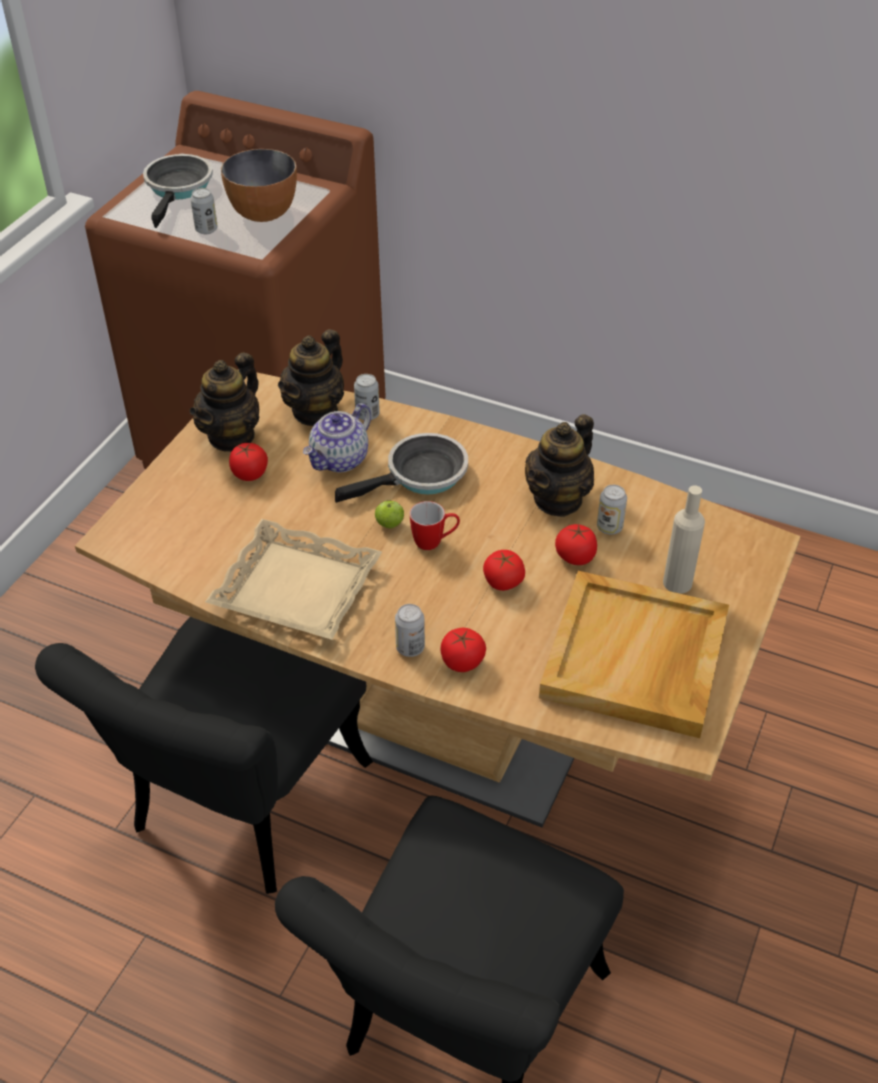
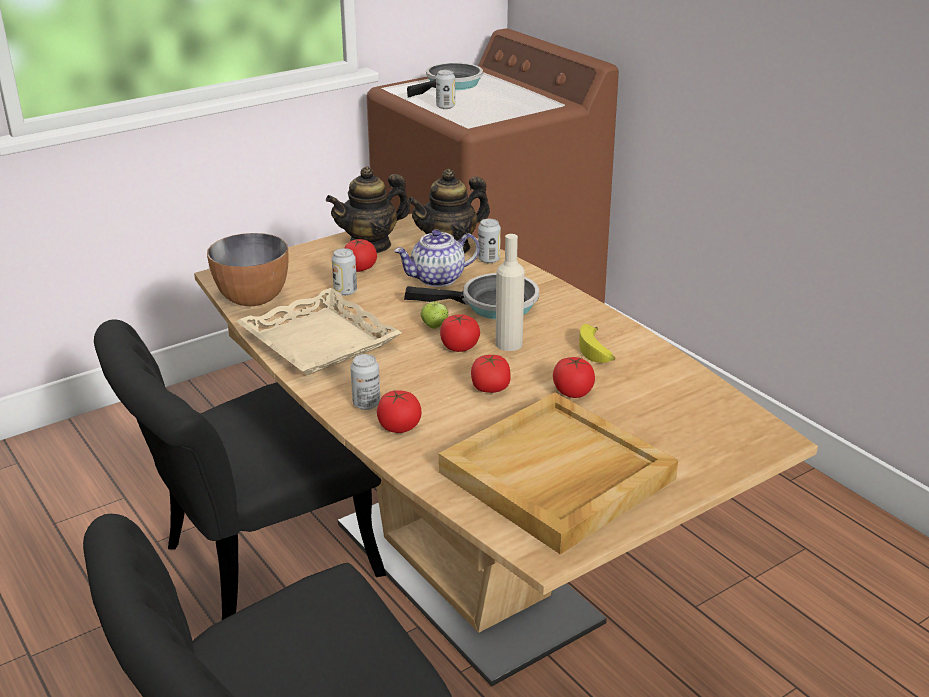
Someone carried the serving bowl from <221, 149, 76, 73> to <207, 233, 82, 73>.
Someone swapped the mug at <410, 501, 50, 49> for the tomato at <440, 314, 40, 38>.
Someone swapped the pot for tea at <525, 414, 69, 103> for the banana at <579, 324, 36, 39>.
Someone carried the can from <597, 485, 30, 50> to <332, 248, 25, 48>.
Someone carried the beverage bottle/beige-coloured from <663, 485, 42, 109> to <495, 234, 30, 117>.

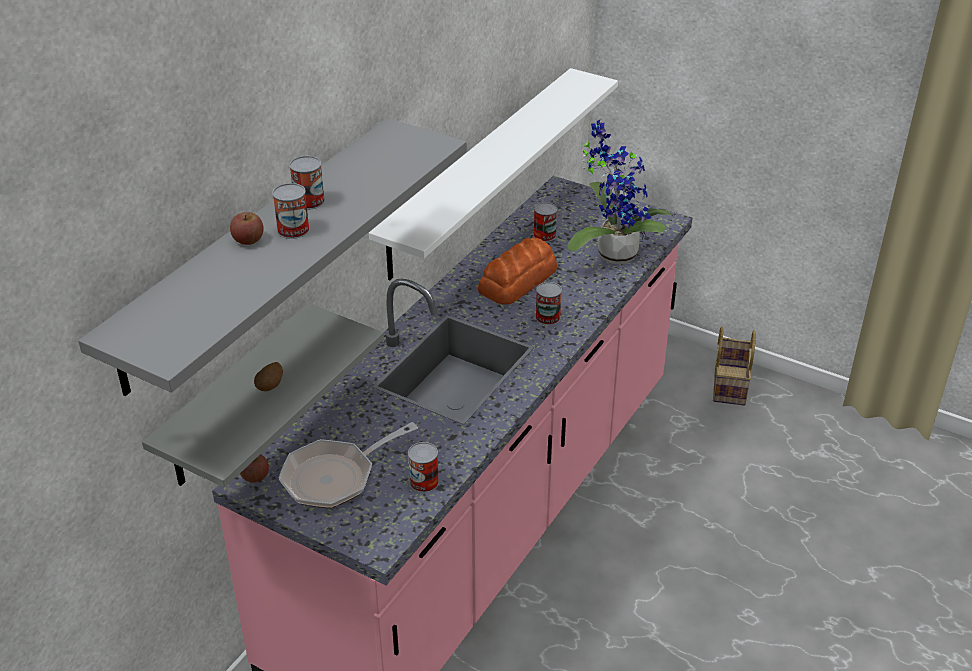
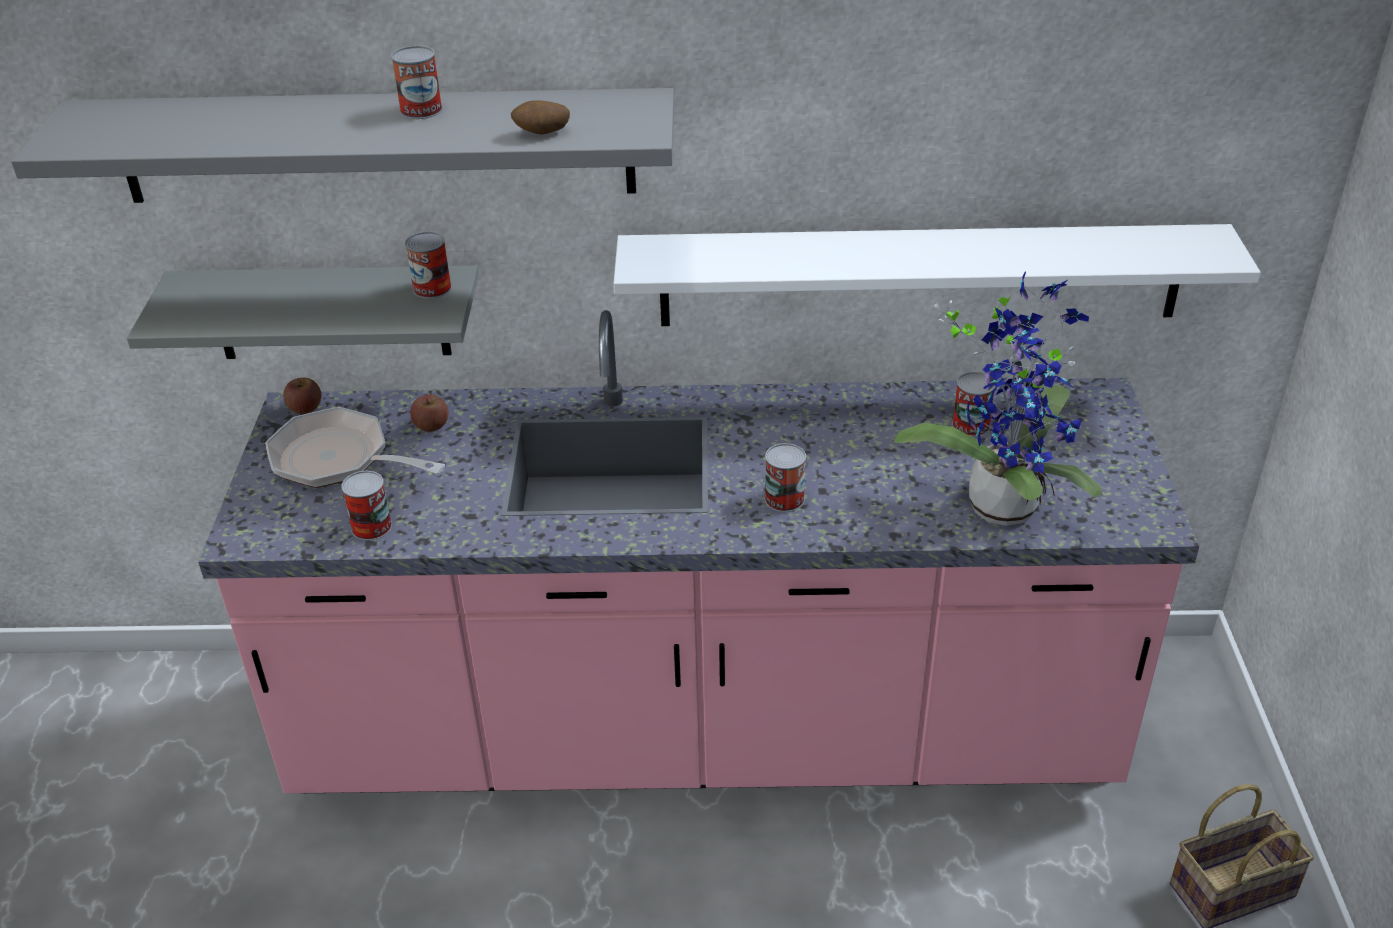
Someone carried the whole apple from <230, 212, 34, 33> to <410, 395, 39, 37>.
Someone carried the whole potato from <254, 362, 29, 29> to <511, 100, 59, 35>.
Someone carried the can from <272, 183, 38, 56> to <405, 231, 47, 68>.
Someone took away the bread at <478, 237, 79, 68>.

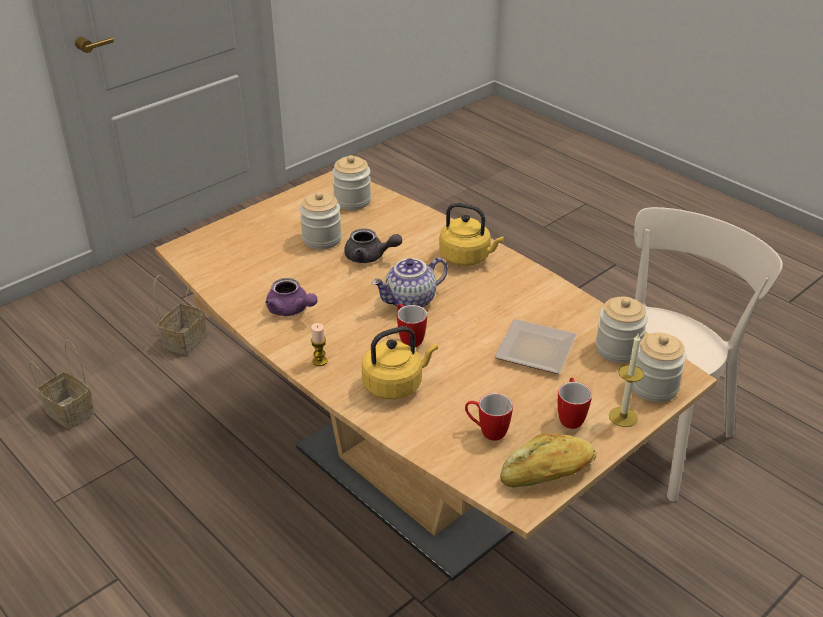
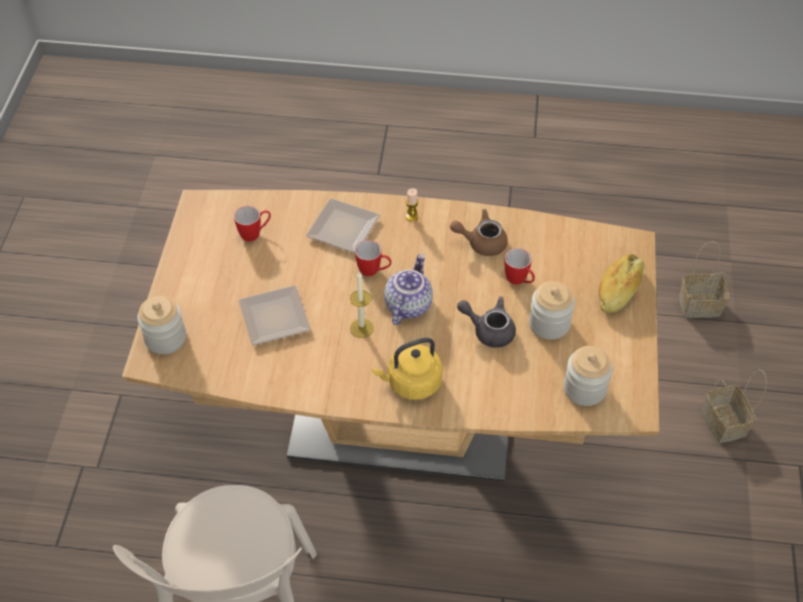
Someone repainted the pot for tea/purple at <265, 278, 53, 38>, which became the pot for tea/brown at <450, 209, 58, 47>.
Someone rotated the pot for tea/greyish at <344, 228, 58, 35> by 45 degrees clockwise.
Someone swapped the tea kettle/yellowish at <362, 326, 76, 73> for the plate at <306, 198, 74, 55>.
Someone carried the bread from <500, 433, 96, 55> to <599, 254, 45, 59>.
Someone carried the mug from <558, 378, 34, 51> to <505, 248, 30, 37>.
Someone took away the preserve jar at <596, 297, 52, 66>.
Someone carried the wax light from <609, 333, 35, 94> to <350, 272, 24, 66>.

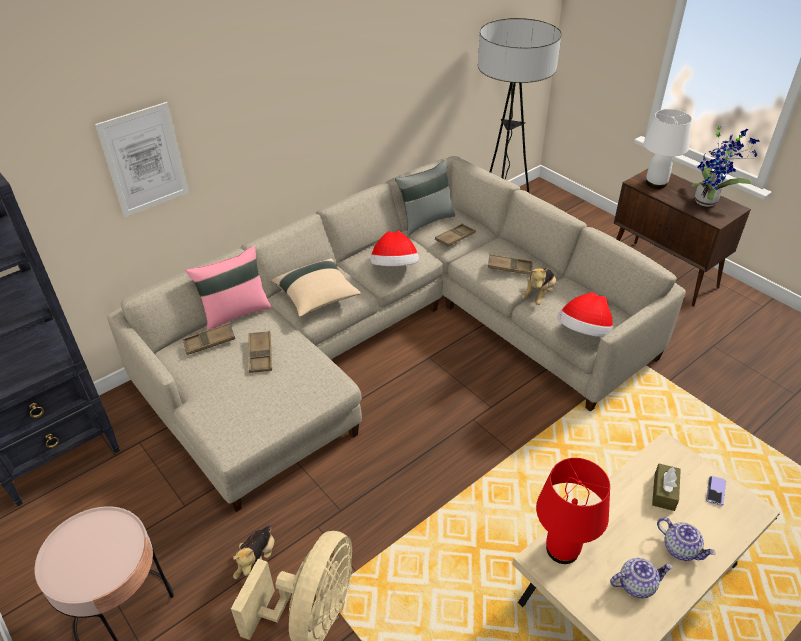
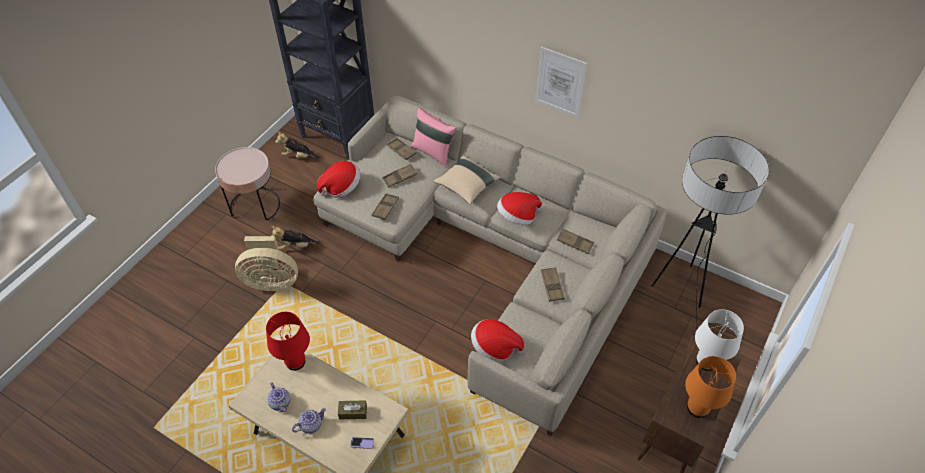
Someone carried the wall picture from <95, 102, 94, 115> to <535, 47, 52, 71>.
Someone took away the cushion/greyish at <395, 160, 60, 75>.
Someone carried the cuddly toy from <521, 268, 35, 37> to <275, 131, 45, 28>.
Someone rotated the pot for tea at <657, 517, 59, 44> by 150 degrees counterclockwise.
Someone swapped the houseplant at <691, 123, 68, 84> for the table lamp/orange at <685, 356, 51, 62>.
Someone put down the wearable hat at <317, 161, 43, 37>.
Someone put down the tray/brown at <372, 193, 27, 27>.

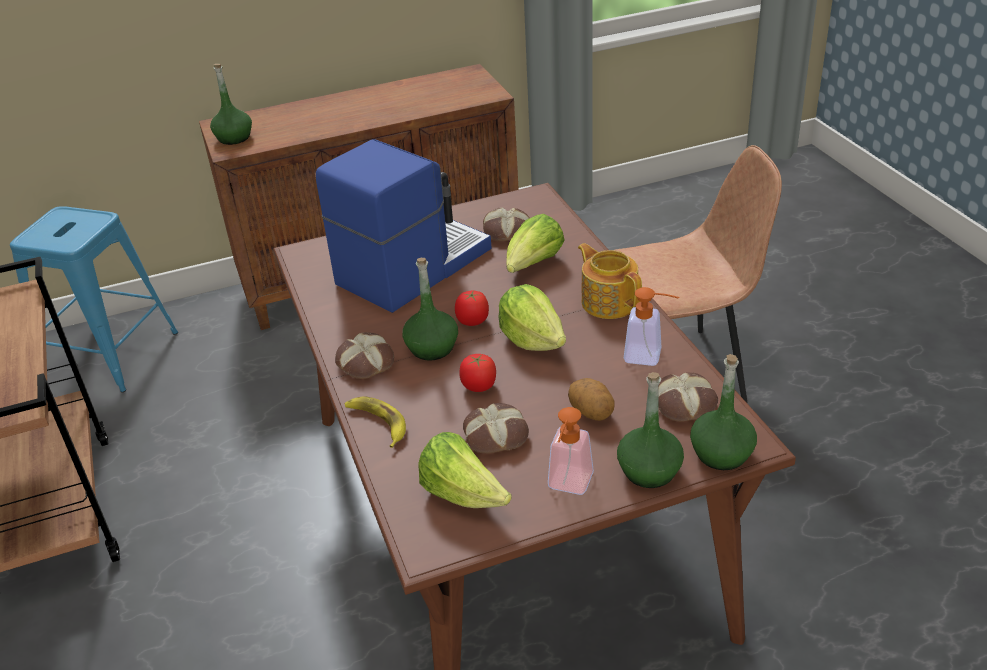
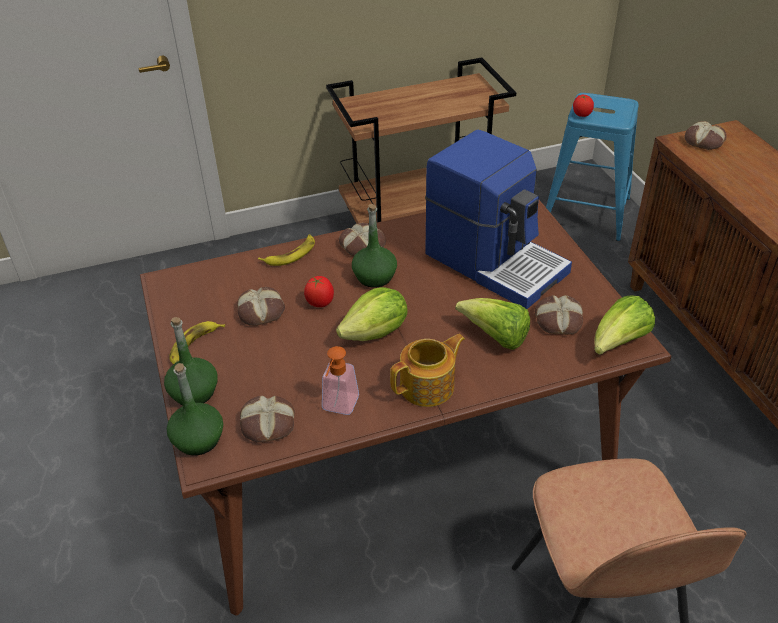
Someone swapped the beverage bottle/green-coloured at <210, 64, 42, 81> for the bread at <685, 121, 42, 29>.
Someone carried the head of lettuce from <418, 432, 94, 76> to <594, 295, 61, 60>.
Someone carried the tomato from <455, 290, 34, 36> to <573, 95, 21, 22>.
Someone swapped the soap dispenser at <548, 407, 46, 88> for the banana at <169, 321, 56, 43>.
Someone took away the whole potato at <568, 378, 47, 43>.

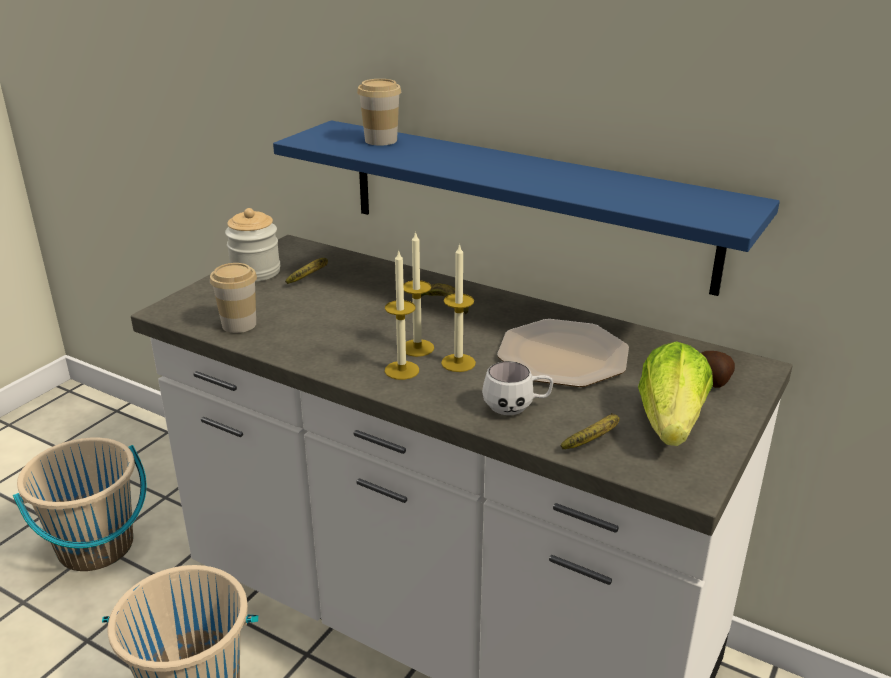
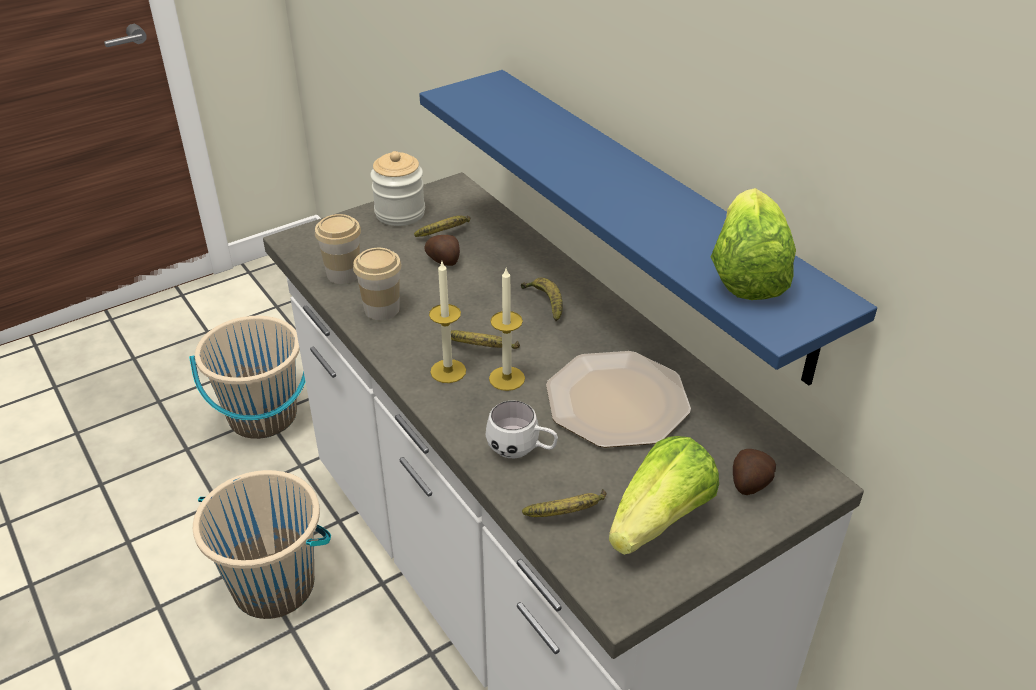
Someone carried the small cup from <357, 79, 44, 67> to <353, 248, 49, 72>.
Someone swapped the wax light at <404, 231, 30, 126> for the banana at <451, 330, 69, 19>.
Someone put down the whole potato at <424, 235, 36, 31>.
Someone put down the head of lettuce at <711, 188, 85, 112>.

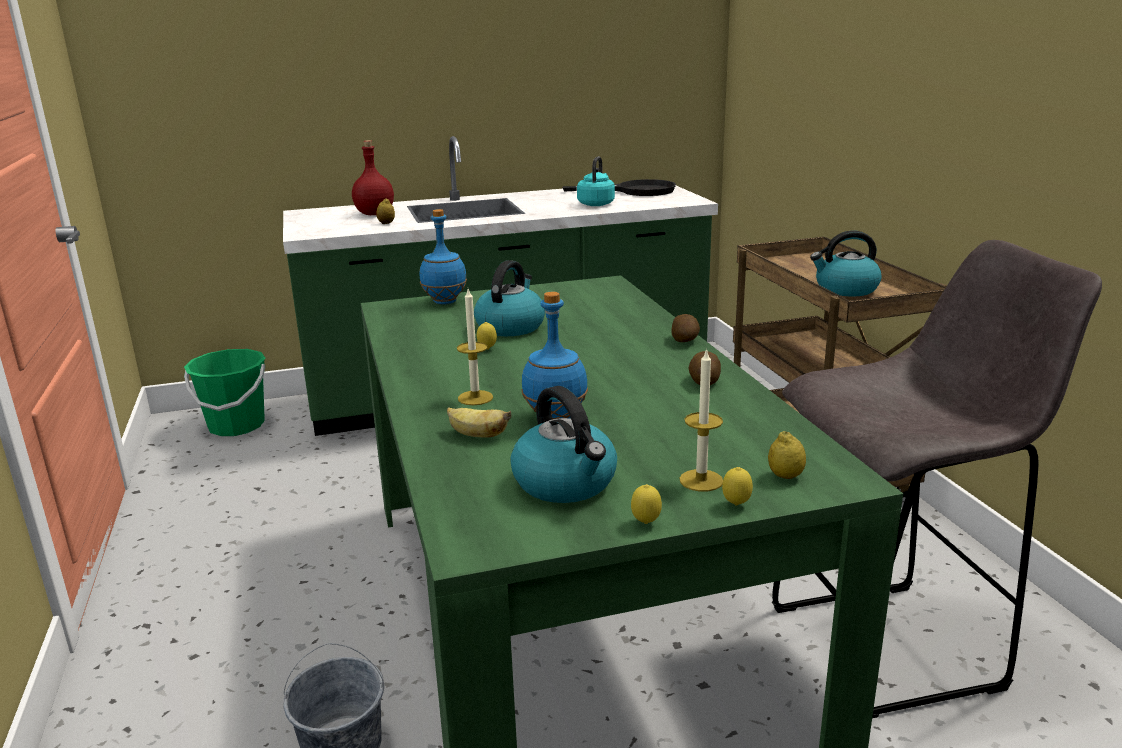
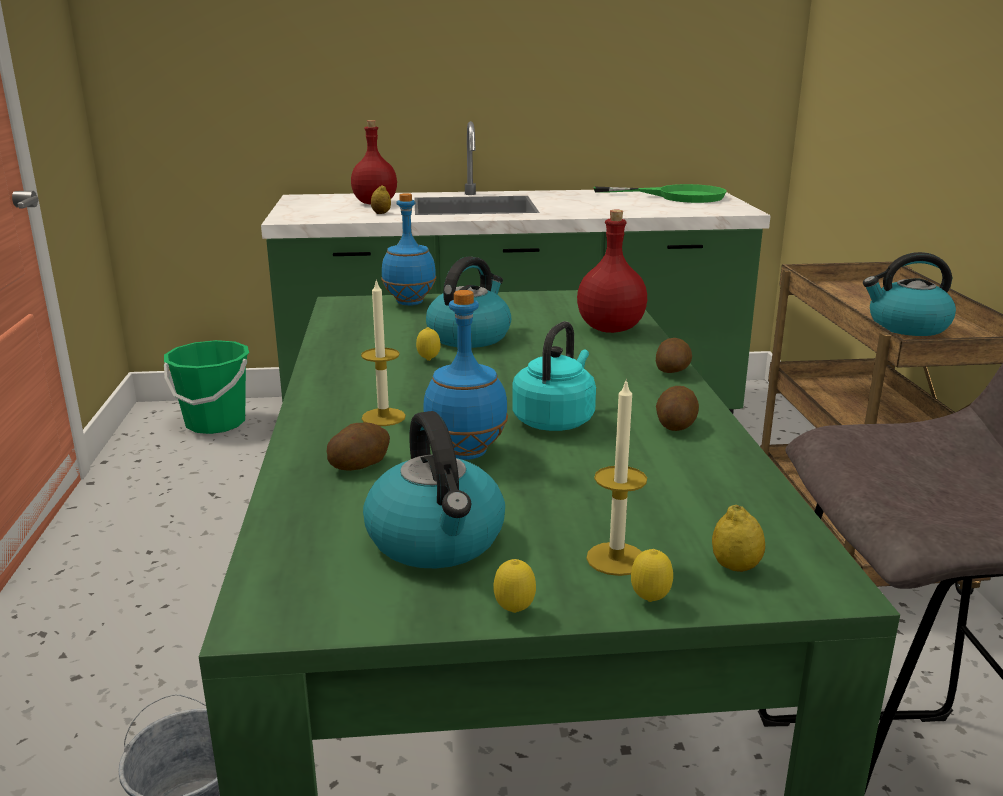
Someone swapped the banana at <447, 407, 64, 31> for the whole potato at <326, 423, 64, 48>.
Someone repainted the frying pan/blackish at <562, 179, 114, 17>, which became the frying pan/green-coloured at <593, 184, 134, 19>.
Someone carried the tea kettle/turquoise-coloured from <577, 156, 38, 50> to <512, 321, 84, 110>.
Someone put down the beverage bottle/red-coloured at <577, 210, 70, 123>.

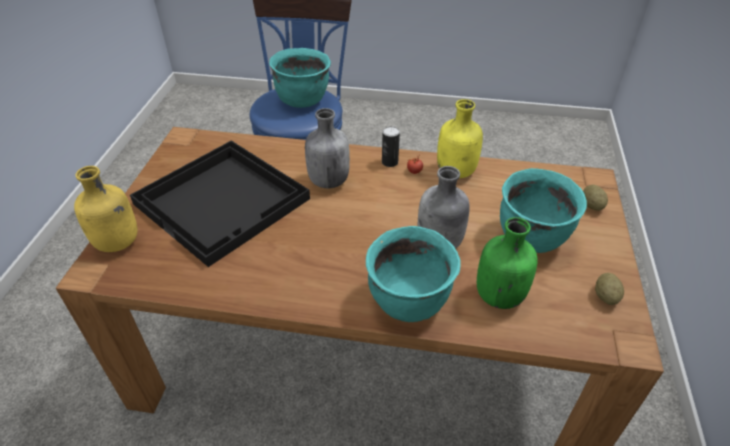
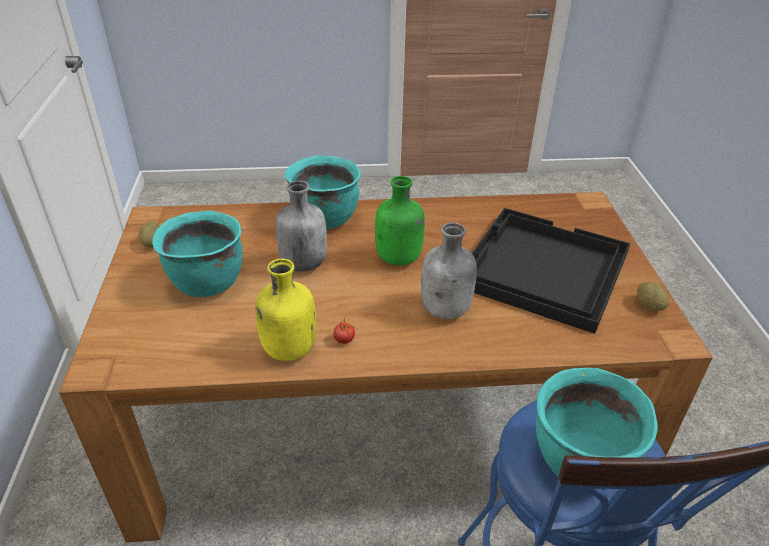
Someone took away the beverage bottle/yellowish at <74, 166, 64, 86>.
Someone took away the can at <382, 126, 18, 41>.
Someone carried the beverage bottle/green-coloured from <477, 217, 61, 92> to <375, 176, 50, 89>.
Someone carried the whole potato from <583, 185, 25, 26> to <637, 282, 32, 29>.

